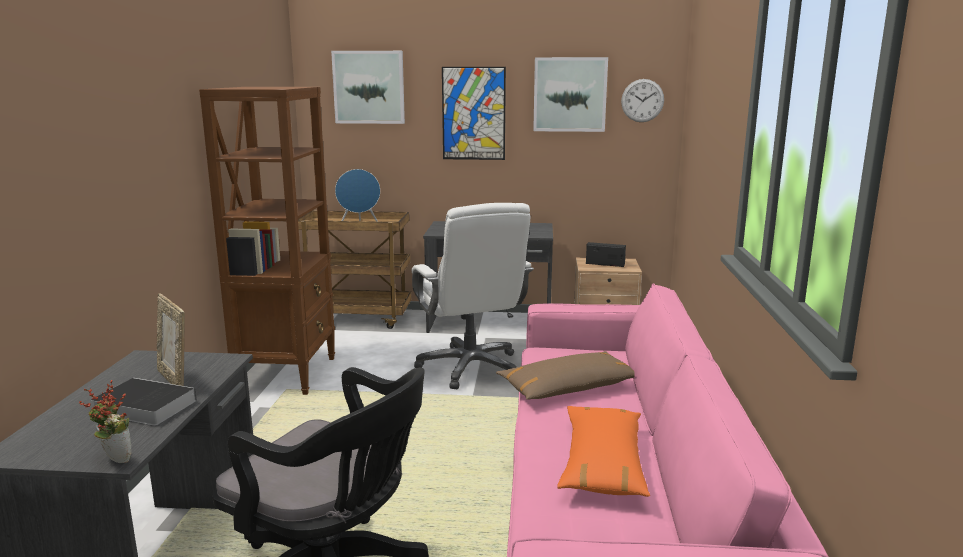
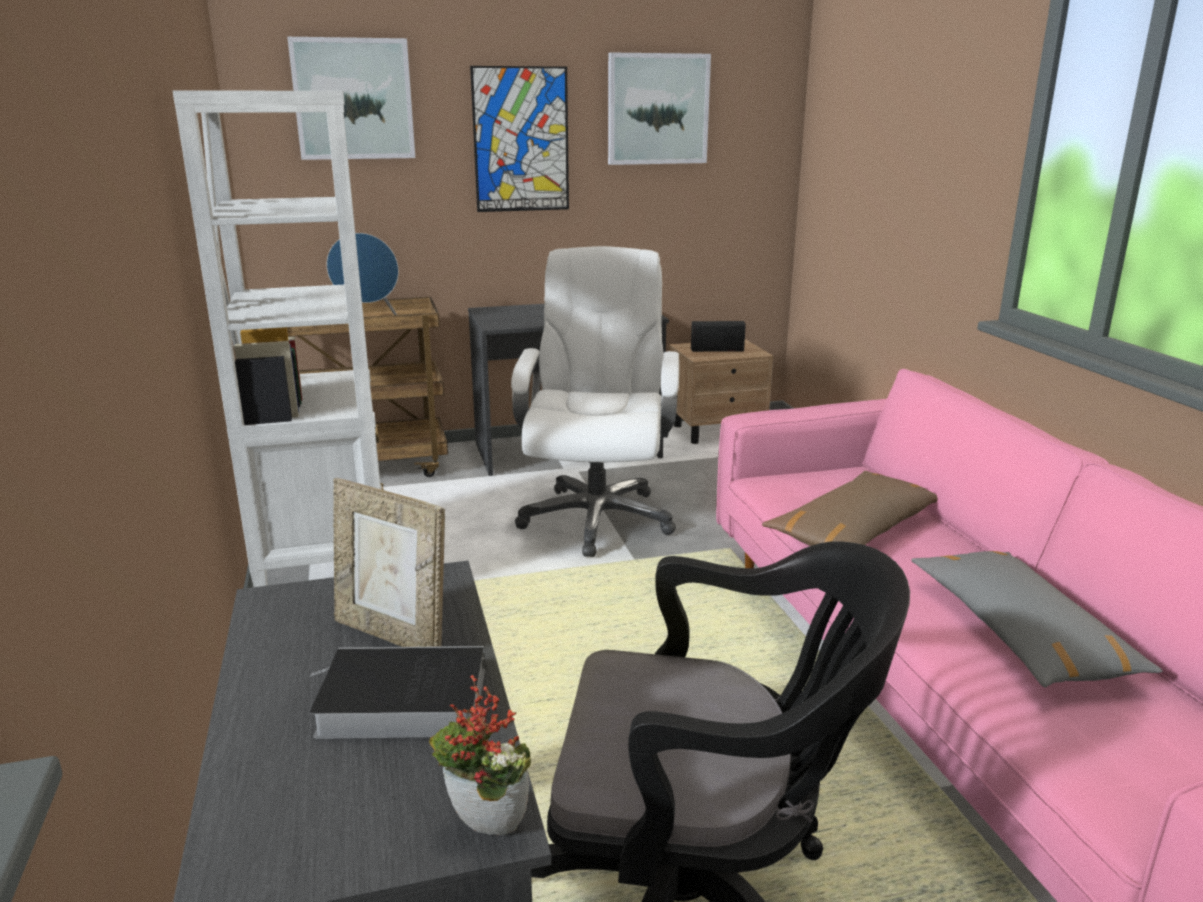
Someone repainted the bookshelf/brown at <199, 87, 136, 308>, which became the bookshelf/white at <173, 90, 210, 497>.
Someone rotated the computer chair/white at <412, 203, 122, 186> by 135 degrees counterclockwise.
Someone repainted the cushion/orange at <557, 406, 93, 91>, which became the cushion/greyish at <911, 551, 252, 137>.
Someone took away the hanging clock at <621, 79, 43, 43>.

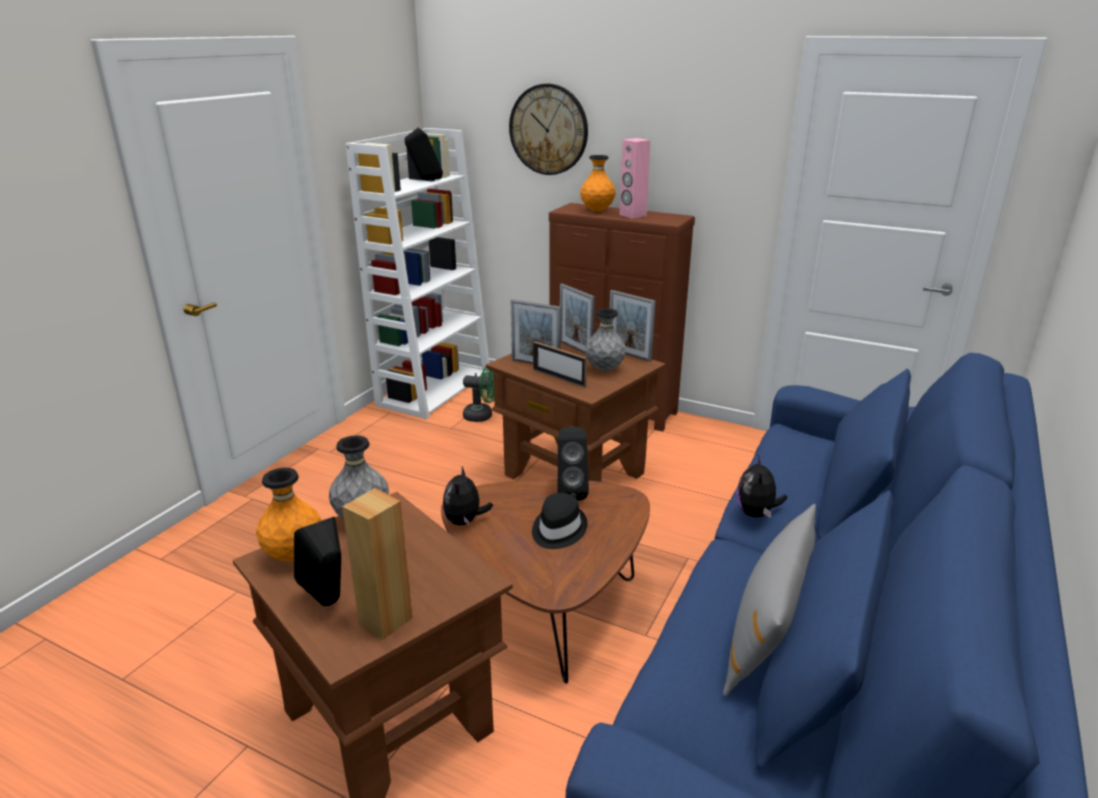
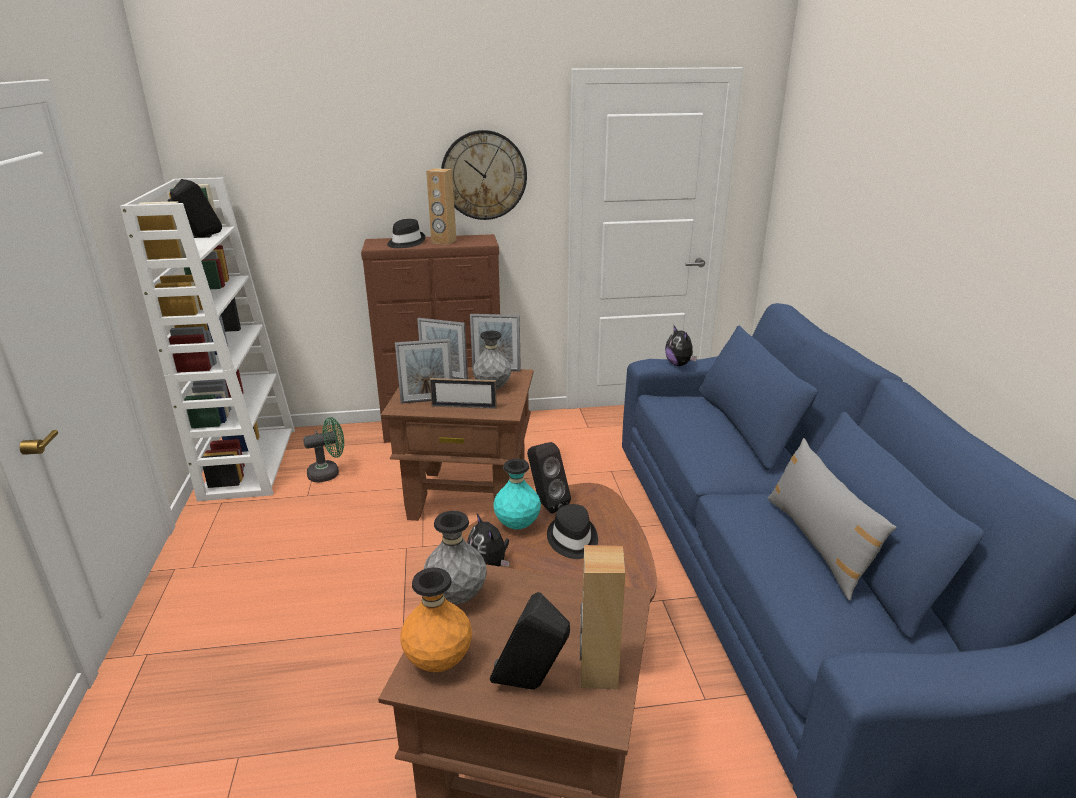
Someone carried the hanging clock from <509, 84, 79, 91> to <441, 130, 86, 90>.
Someone swapped the decorative vase/orange at <580, 155, 36, 57> for the wearable hat/blackish at <387, 219, 39, 29>.
Someone repainted the loudspeaker/pink at <620, 138, 30, 81>, which became the loudspeaker/brown at <426, 168, 31, 77>.
Someone carried the cuddly toy from <736, 455, 51, 63> to <665, 326, 32, 40>.
Someone put down the decorative vase/turquoise-coloured at <493, 459, 48, 70>.

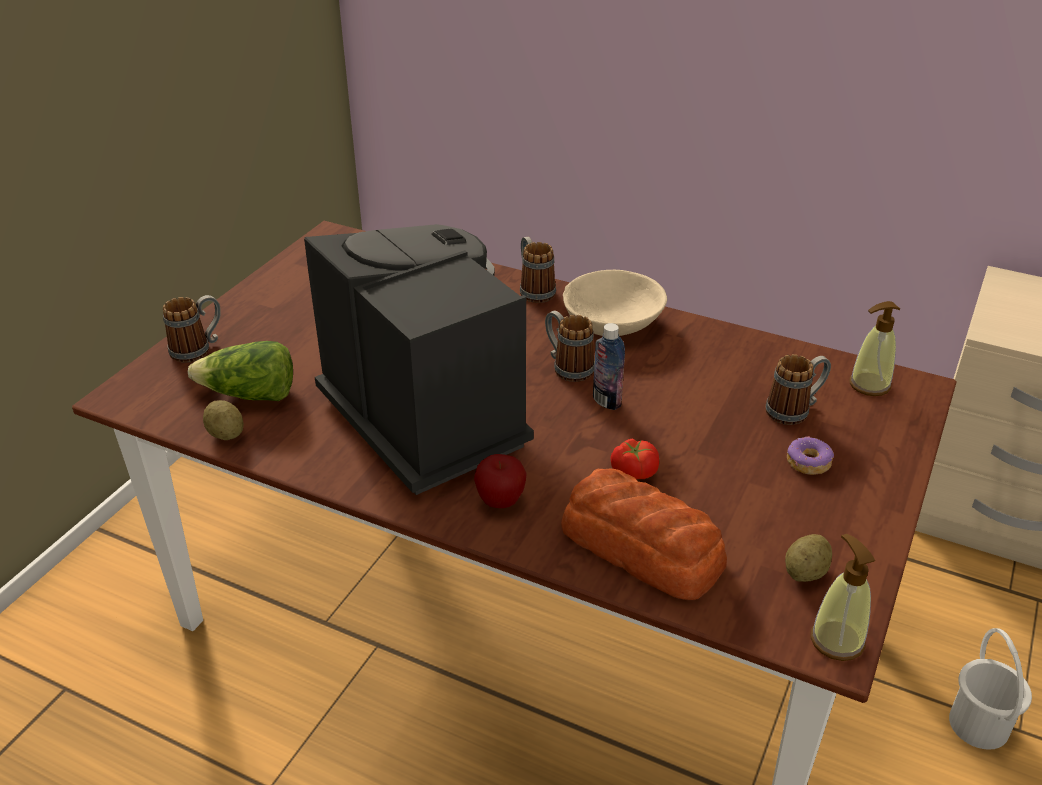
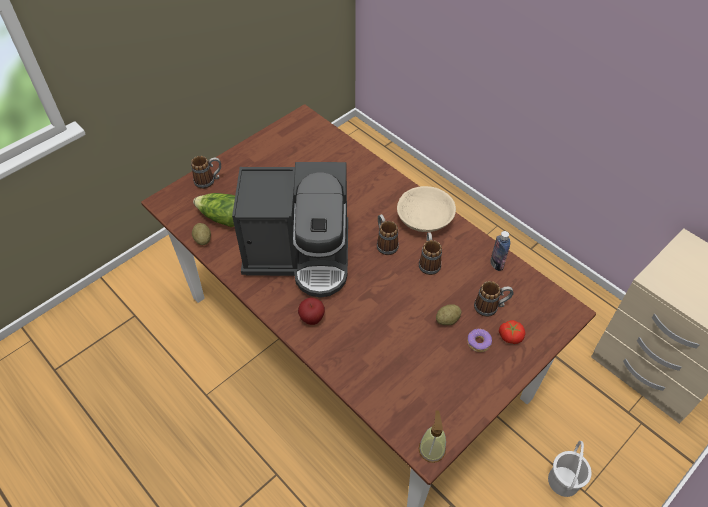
Someone rotated the coffee maker at <304, 224, 230, 271> by 105 degrees clockwise.
Someone carried the mug from <520, 237, 36, 66> to <419, 232, 23, 43>.
Someone took away the bread at <561, 469, 166, 131>.
Someone carried the beverage bottle from <593, 323, 32, 87> to <490, 231, 20, 40>.
Someone carried the tomato from <611, 438, 48, 42> to <499, 320, 26, 24>.
Someone carried the whole potato from <785, 534, 47, 48> to <436, 304, 25, 21>.
Someone took away the soap dispenser at <850, 301, 50, 95>.

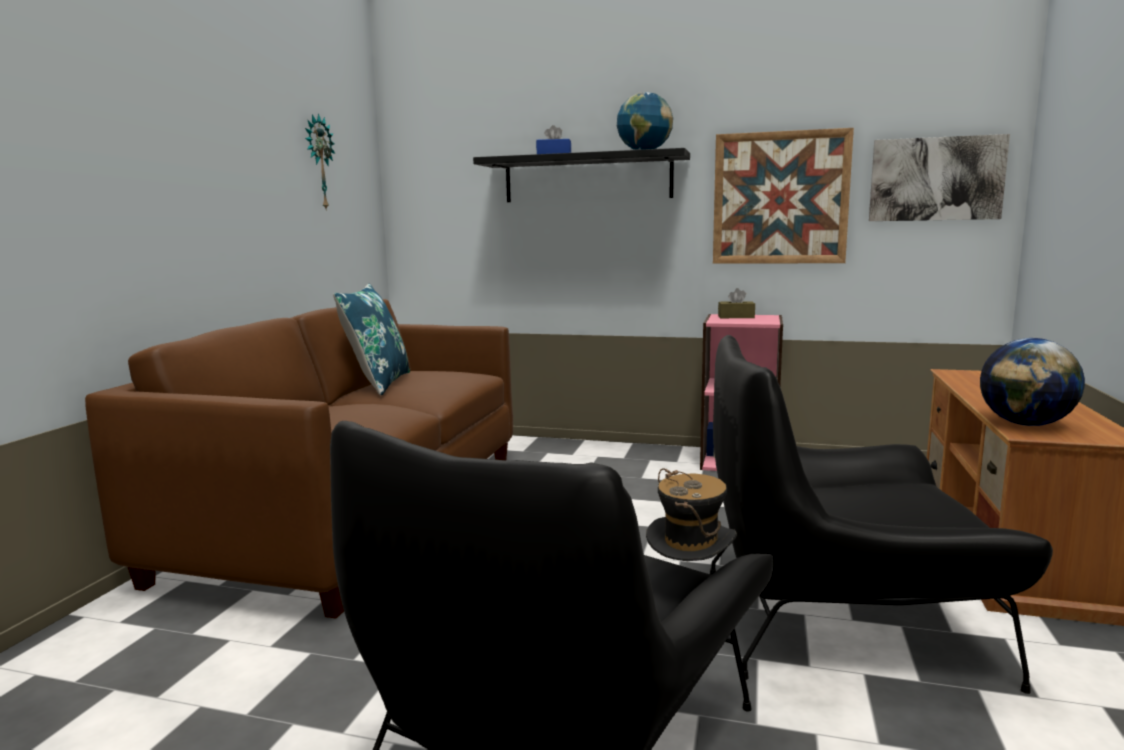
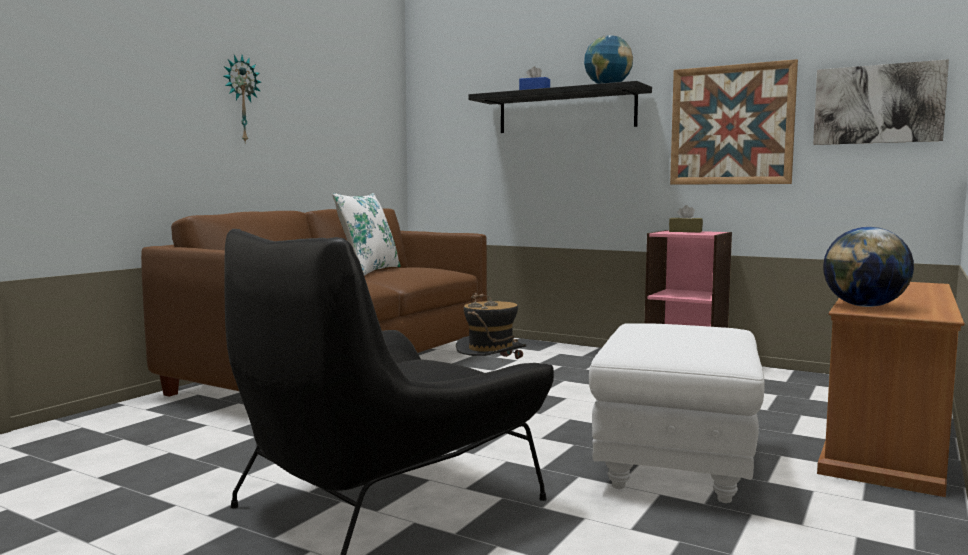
Someone carried the hanging clock from <305, 114, 30, 97> to <224, 55, 38, 89>.
Someone repainted the cushion/blue-coloured at <333, 284, 77, 112>, which became the cushion/white at <332, 193, 69, 83>.
Someone swapped the lounge chair/blackish at <710, 335, 343, 359> for the ottoman/white at <589, 323, 176, 180>.

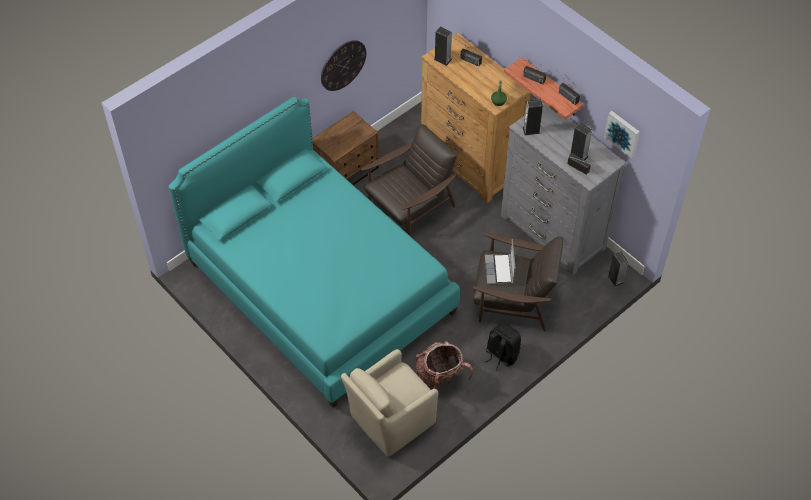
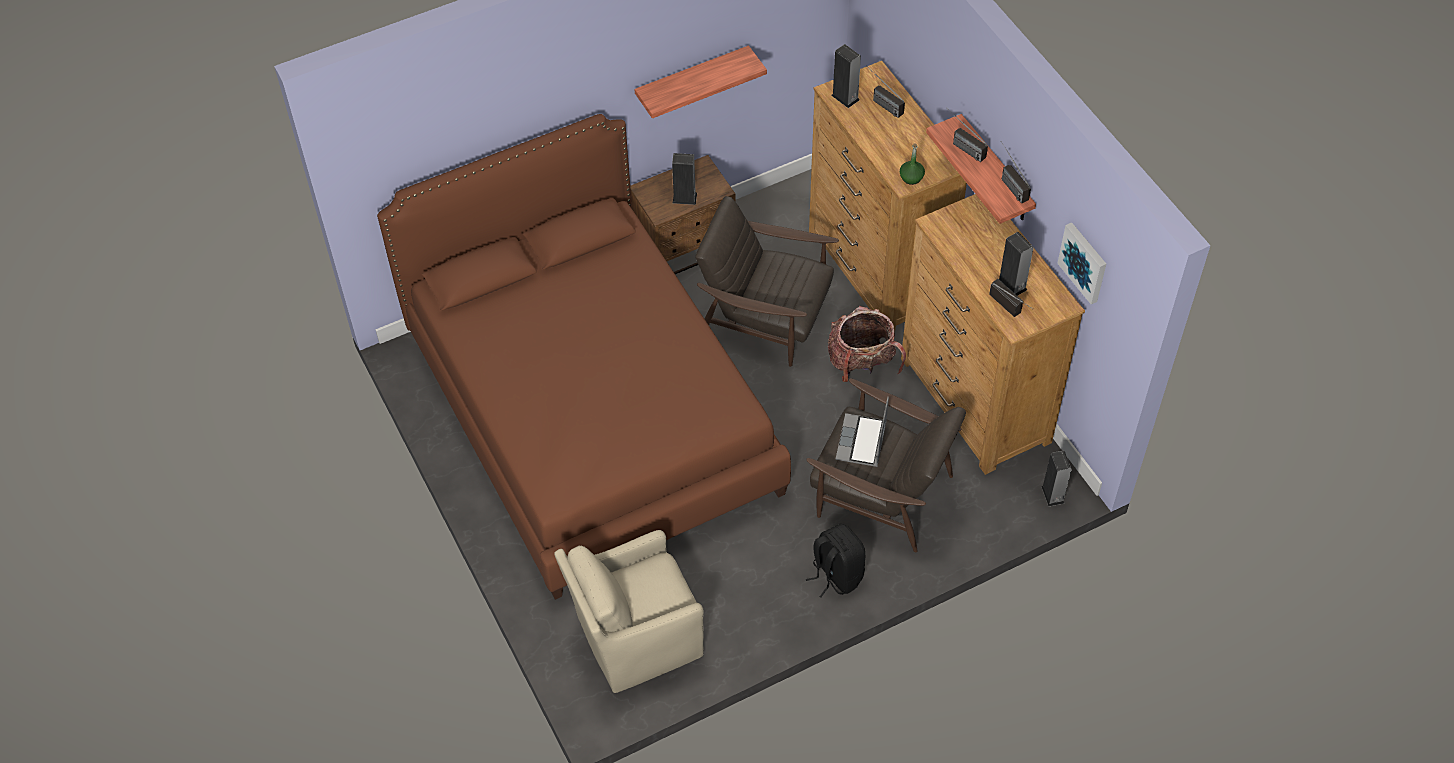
Someone repainted the bedroom bed/turquoise-coloured at <169, 97, 291, 311>, which became the bedroom bed/brown at <377, 114, 414, 486>.
Someone swapped the hanging clock at <321, 40, 45, 51> for the bracket shelf at <635, 45, 132, 73>.
Someone rotated the lounge chair/brown at <361, 124, 96, 112> by 135 degrees counterclockwise.
Someone carried the rucksack from <416, 341, 58, 49> to <828, 306, 78, 76>.
Someone repainted the dresser/greyish at <501, 103, 125, 173>, which became the dresser/brown at <901, 194, 184, 281>.
Someone carried the loudspeaker from <522, 99, 21, 37> to <672, 153, 25, 52>.

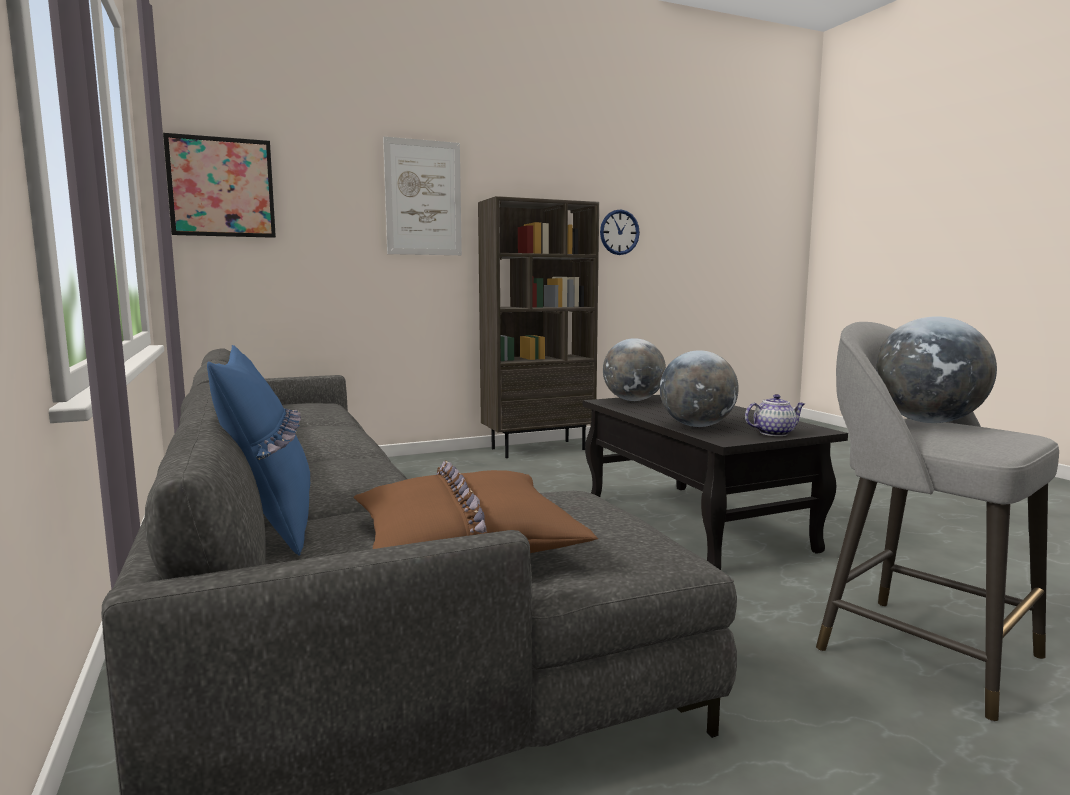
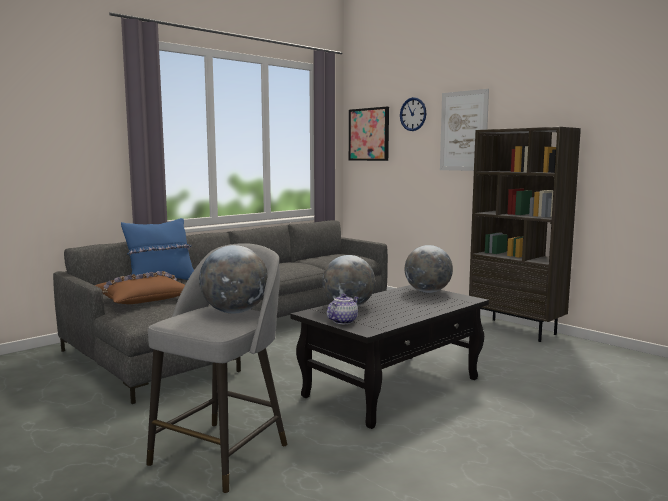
Someone carried the hanging clock from <600, 209, 40, 46> to <400, 97, 26, 34>.
Someone rotated the pot for tea at <745, 394, 60, 42> by 105 degrees counterclockwise.

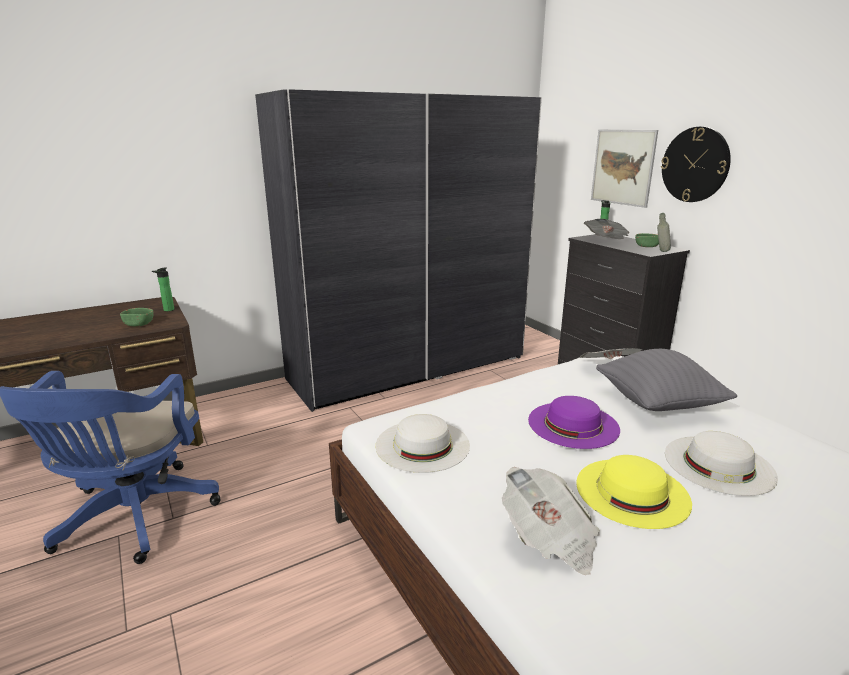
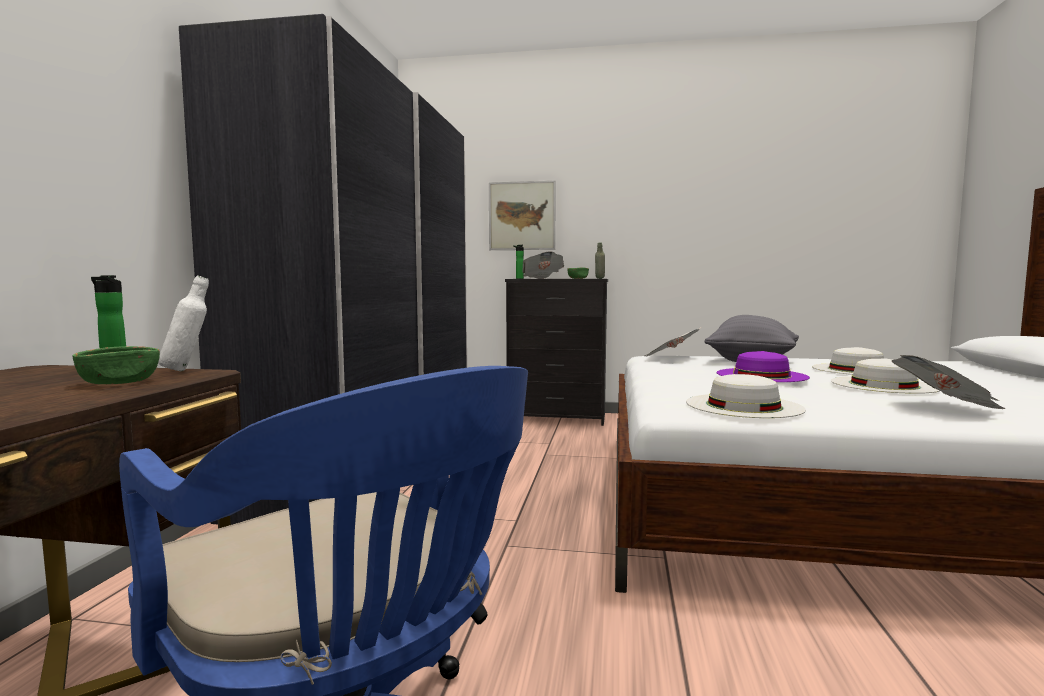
Someone repainted the wearable hat/yellowish at <576, 455, 116, 74>, which became the wearable hat/white at <831, 358, 109, 36>.
Someone took away the hanging clock at <661, 127, 70, 75>.
Someone put down the beverage bottle/white at <158, 275, 51, 96>.

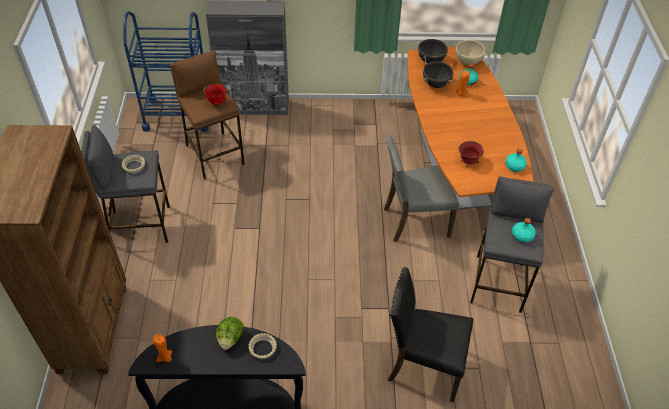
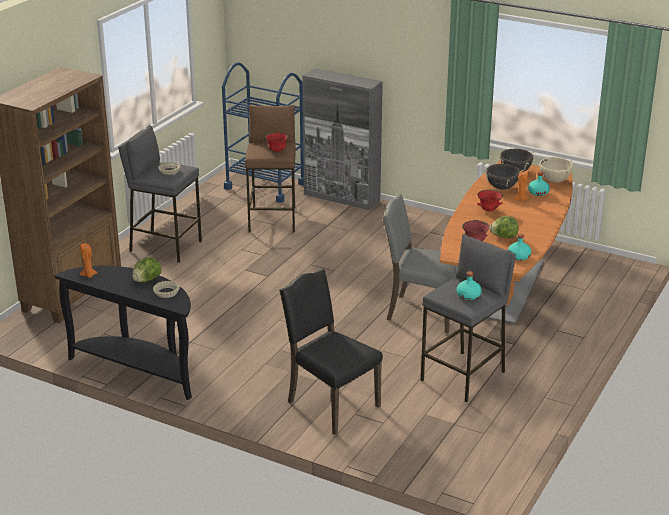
Someone put down the serving bowl/red-coloured at <477, 189, 26, 22>.
Someone put down the head of lettuce at <490, 216, 28, 22>.

